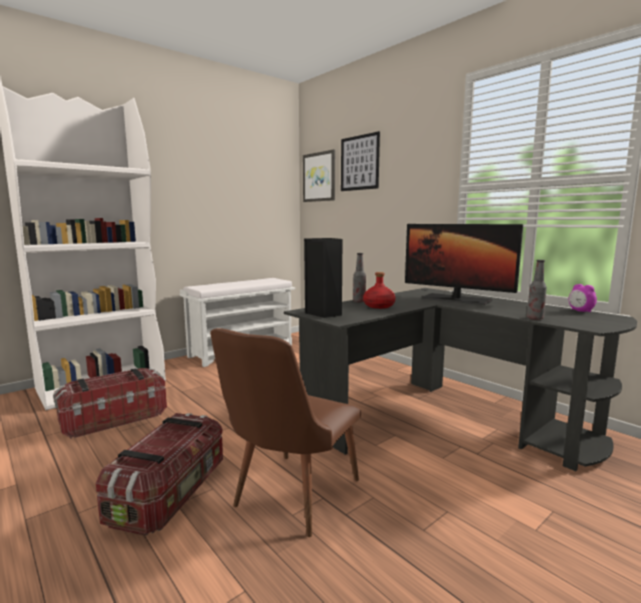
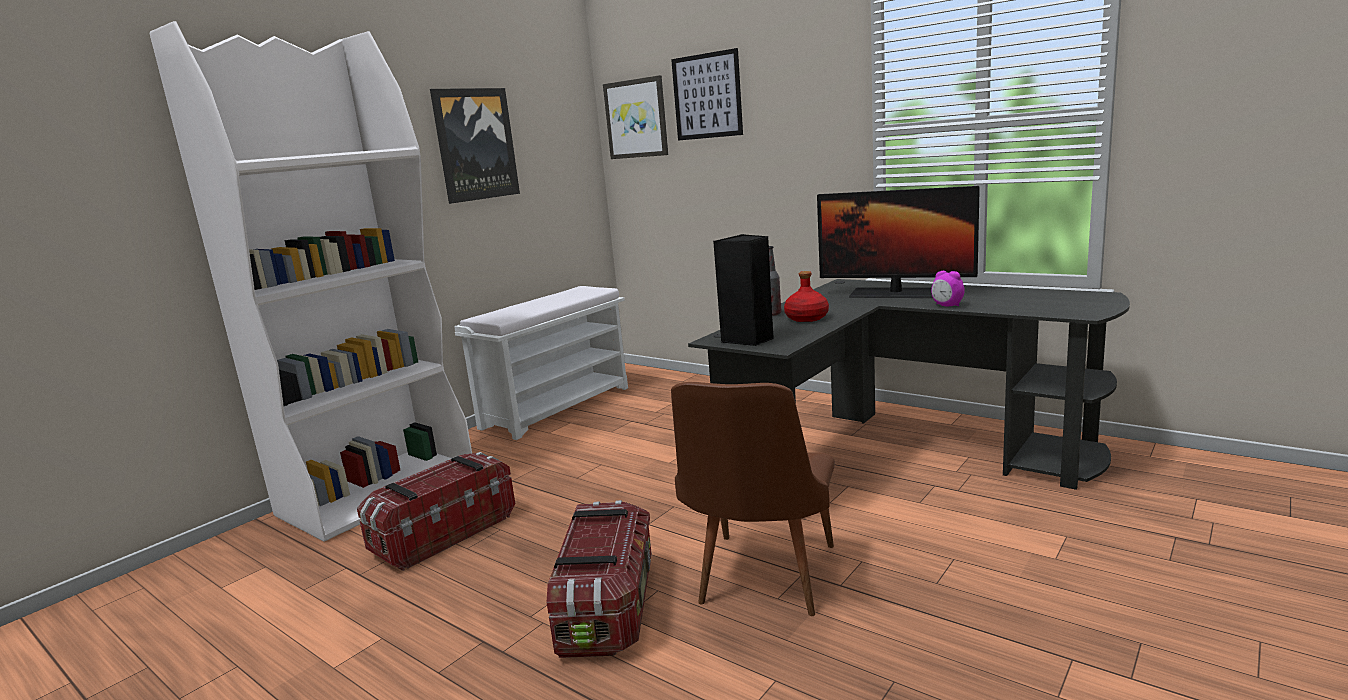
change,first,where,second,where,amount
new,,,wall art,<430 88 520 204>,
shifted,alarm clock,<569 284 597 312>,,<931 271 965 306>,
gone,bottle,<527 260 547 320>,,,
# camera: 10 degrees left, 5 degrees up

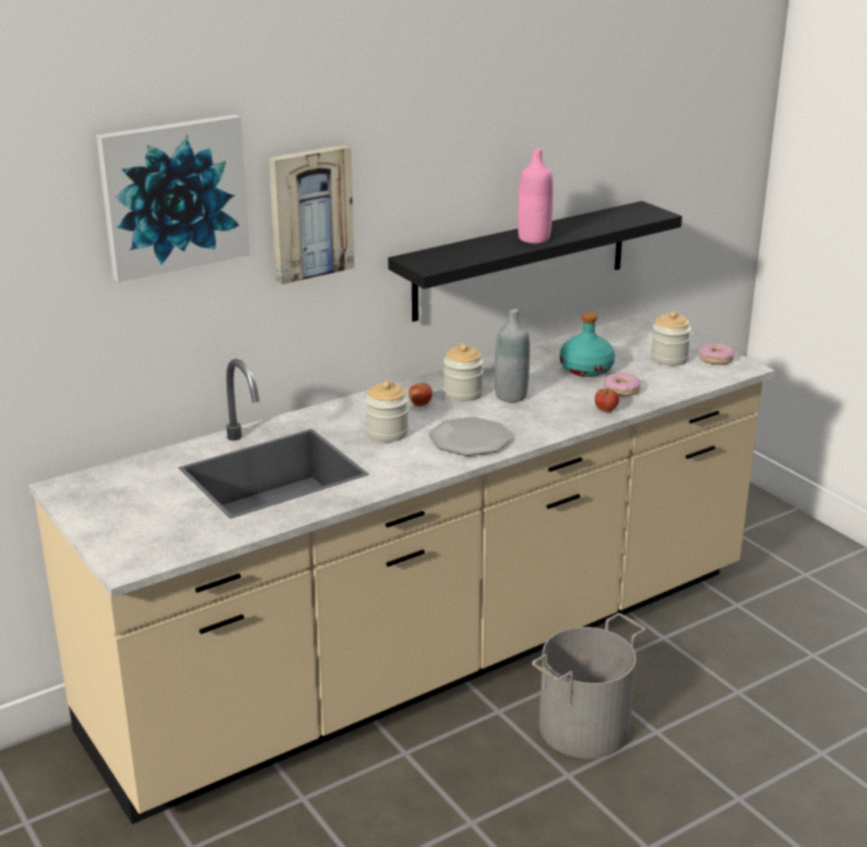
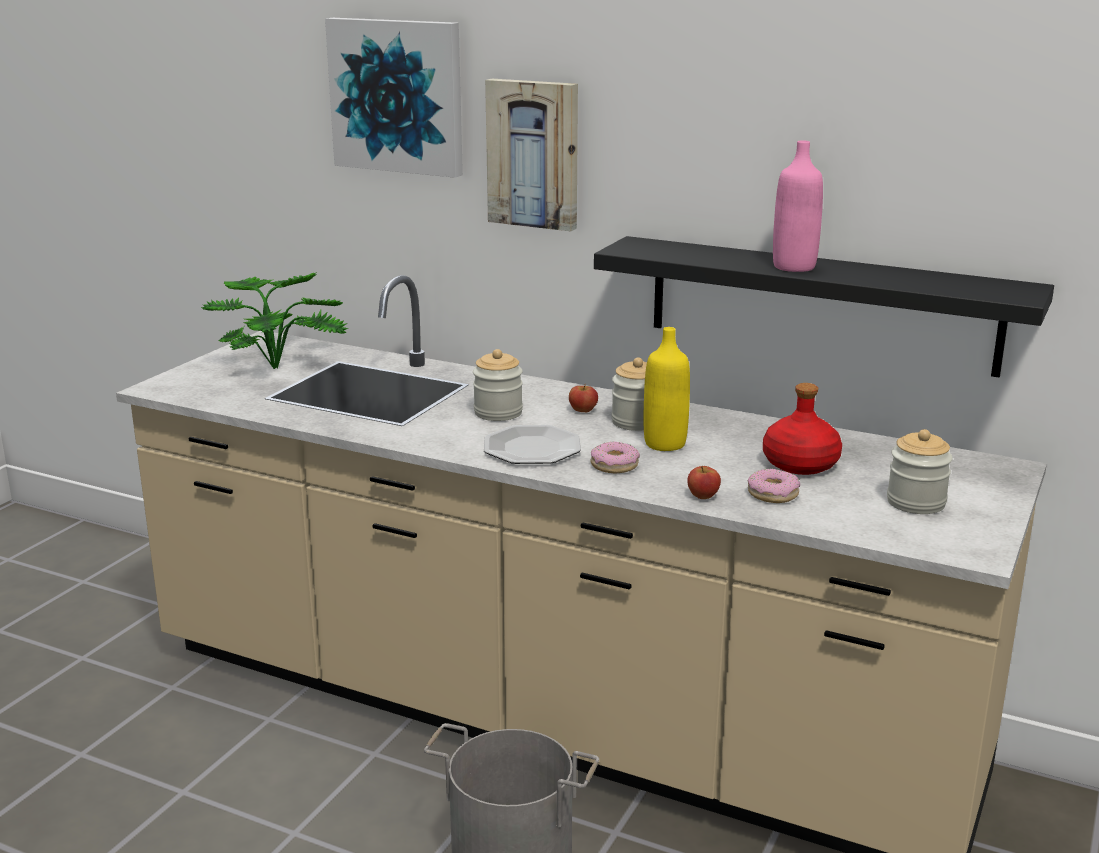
change,first,where,second,where,amount
new,,,houseplant,<201 272 349 369>,
shifted,donut,<699 343 734 365>,,<590 441 640 473>,
repainted,bottle/gray,<495 309 530 402>,bottle/yellowish,<644 327 690 451>,
repainted,bottle/turquoise-coloured,<560 312 615 377>,bottle/reddish,<763 383 842 475>,
# camera: 60 degrees right, 5 degrees down

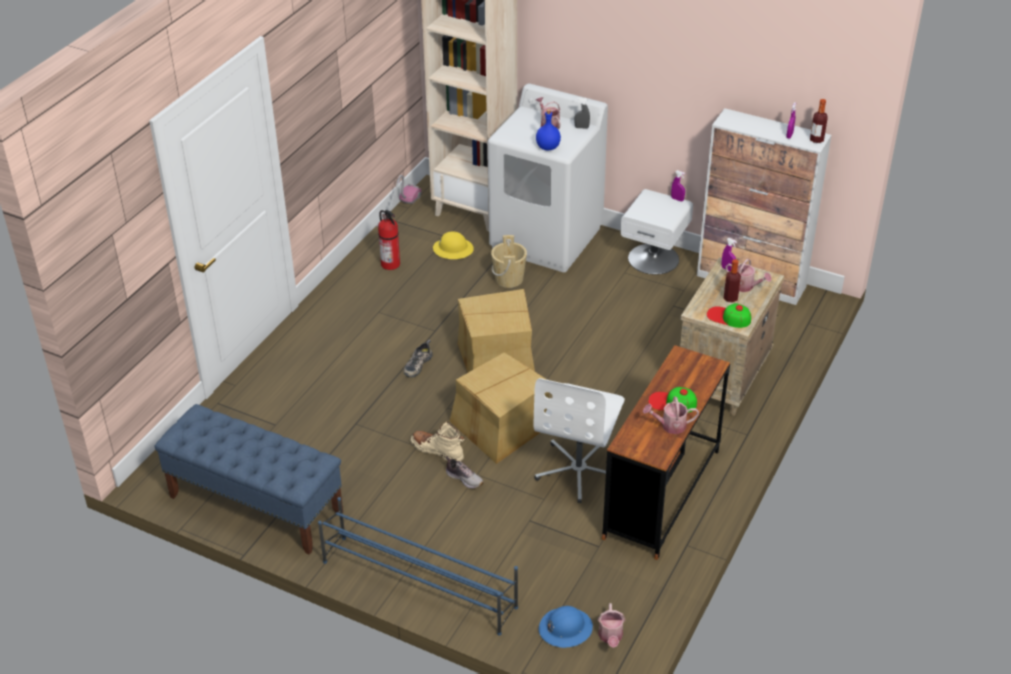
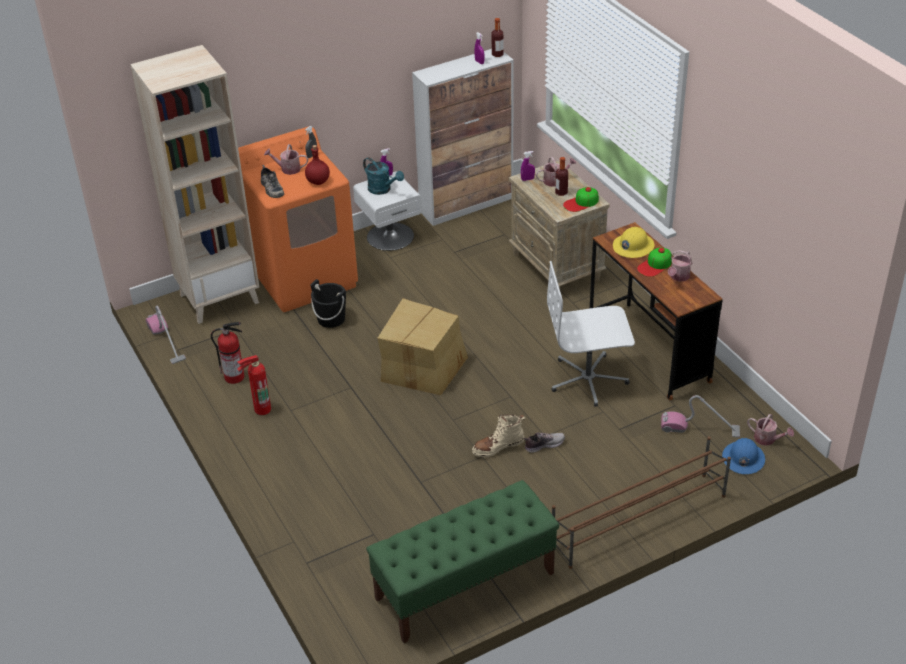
change,first,where,second,where,amount
repainted,washing machine/white,<488 84 608 272>,washing machine/orange,<238 126 358 312>,
new,,,fire extinguisher,<238 355 271 415>,
shifted,low shoe,<404 340 433 377>,,<261 165 284 198>,
repainted,bottle/blue,<536 109 561 150>,bottle/reddish,<305 145 330 185>,
repainted,water bucket/beige,<491 235 527 288>,water bucket/black-coloured,<310 279 346 328>,
new,,,sprinkling can/turquoise-coloured,<363 157 404 195>,
repainted,long seat/blue,<154 404 343 555>,long seat/green,<366 480 559 643>,
rotated,desk chair/white,<534 378 625 503>,,<547 261 635 407>,120 degrees clockwise
repainted,shoe rack/blue,<318 497 518 636>,shoe rack/brownish,<552 436 731 569>,
shifted,hard hat/yellowish,<433 231 474 259>,,<613 227 655 258>,
new,,,vacuum cleaner,<661 395 740 438>,
gone,packing box,<450 352 549 464>,,,
# camera: 55 degrees left, 0 degrees up

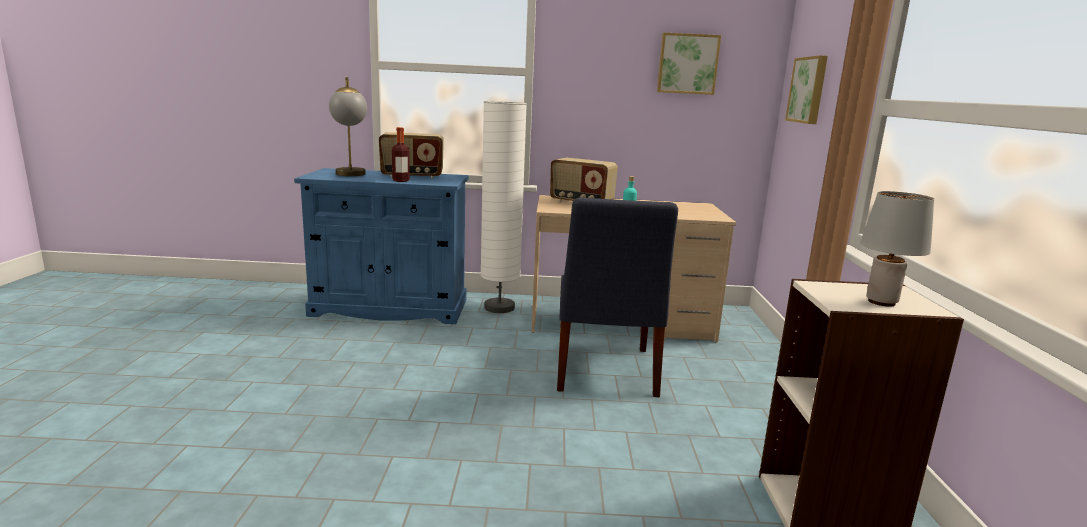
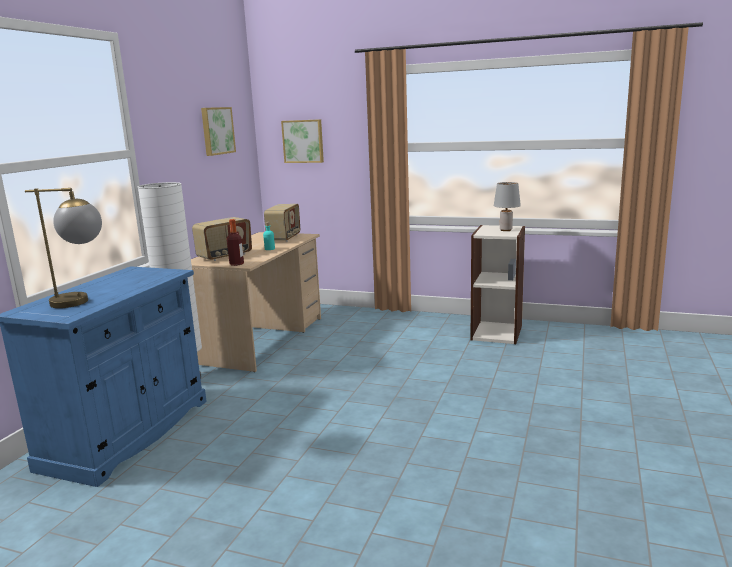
change,first,where,second,where,amount
shifted,bottle,<392 127 410 182>,,<227 219 244 266>,
shifted,radio receiver,<379 132 444 179>,,<264 204 300 242>,
gone,upright chair/blue,<557 197 678 397>,,,
# camera: 70 degrees left, 0 degrees up

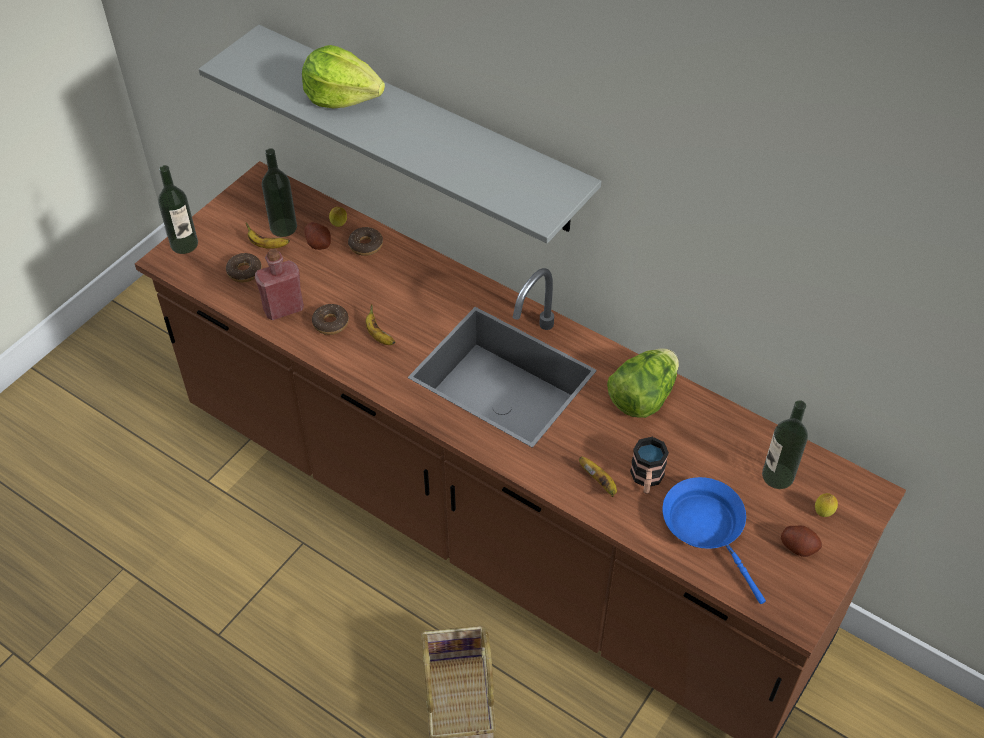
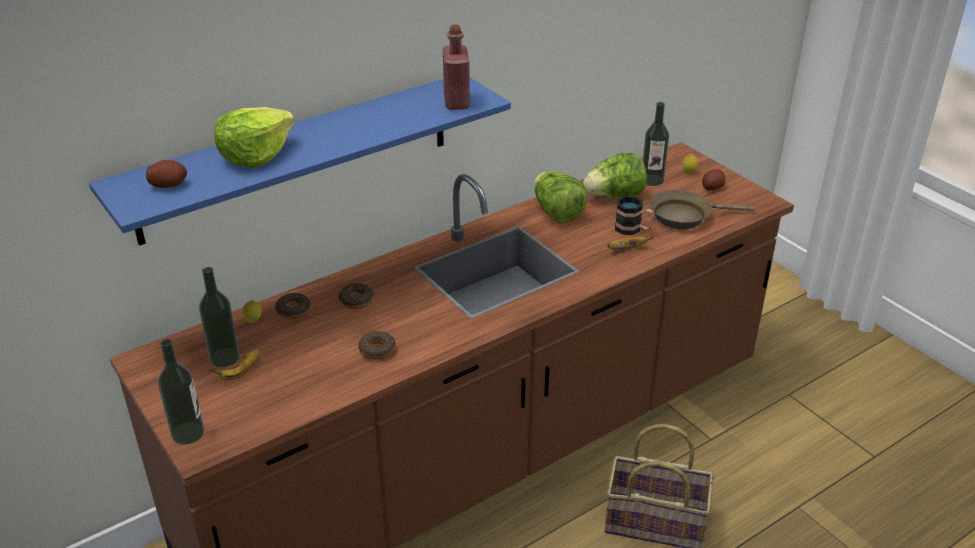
change,first,where,second,where,amount
repainted,wall shelf/gray,<199 25 601 244>,wall shelf/blue,<89 77 511 246>,
shifted,whole potato,<304 222 331 250>,,<146 160 187 188>,
shifted,donut,<226 253 262 282>,,<339 283 374 309>,
shifted,bottle/reddish,<255 249 304 320>,,<443 24 470 110>,
new,,,head of lettuce,<583 153 647 198>,
repainted,pan/blue,<662 477 766 604>,pan/brownish,<649 190 755 229>,
gone,banana,<366 304 395 345>,,,
# camera: 70 degrees left, 15 degrees down

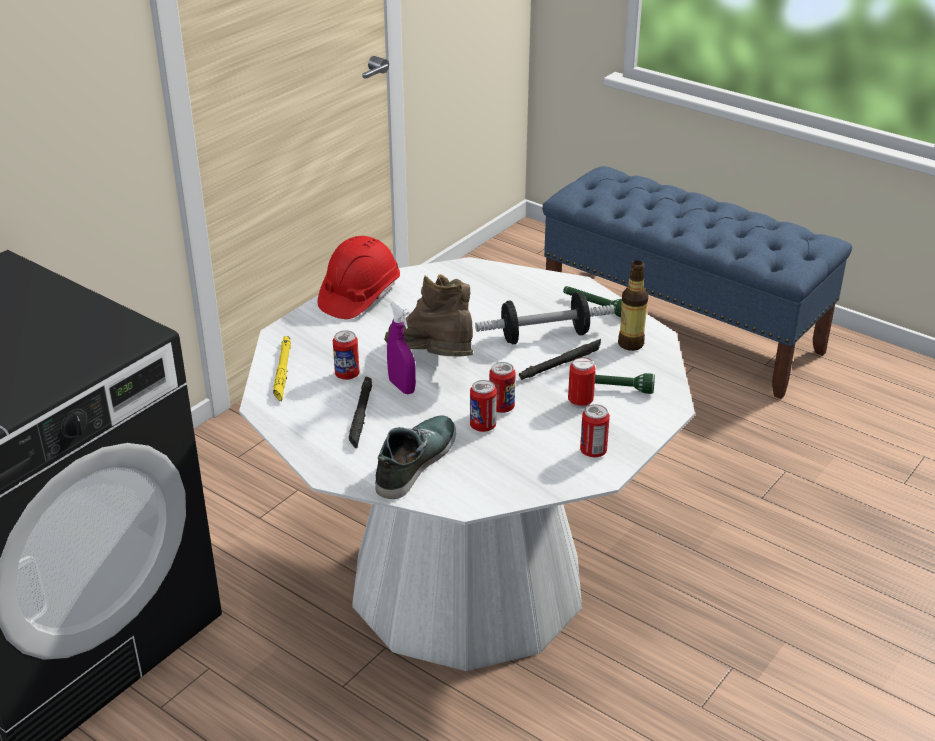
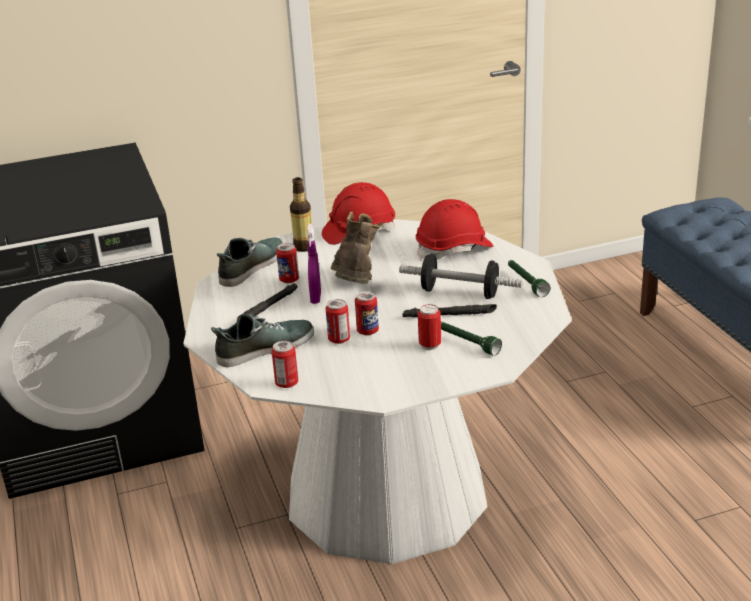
change,first,where,second,where,amount
swapped,flashlight/yellowish,<273 336 291 401>,low shoe,<217 237 283 287>,
shifted,can,<580 404 610 457>,,<271 341 298 388>,
shifted,bottle,<618 260 648 351>,,<290 177 312 252>,
new,,,hard hat/reddish,<416 199 493 261>,
# camera: 35 degrees right, 5 degrees down

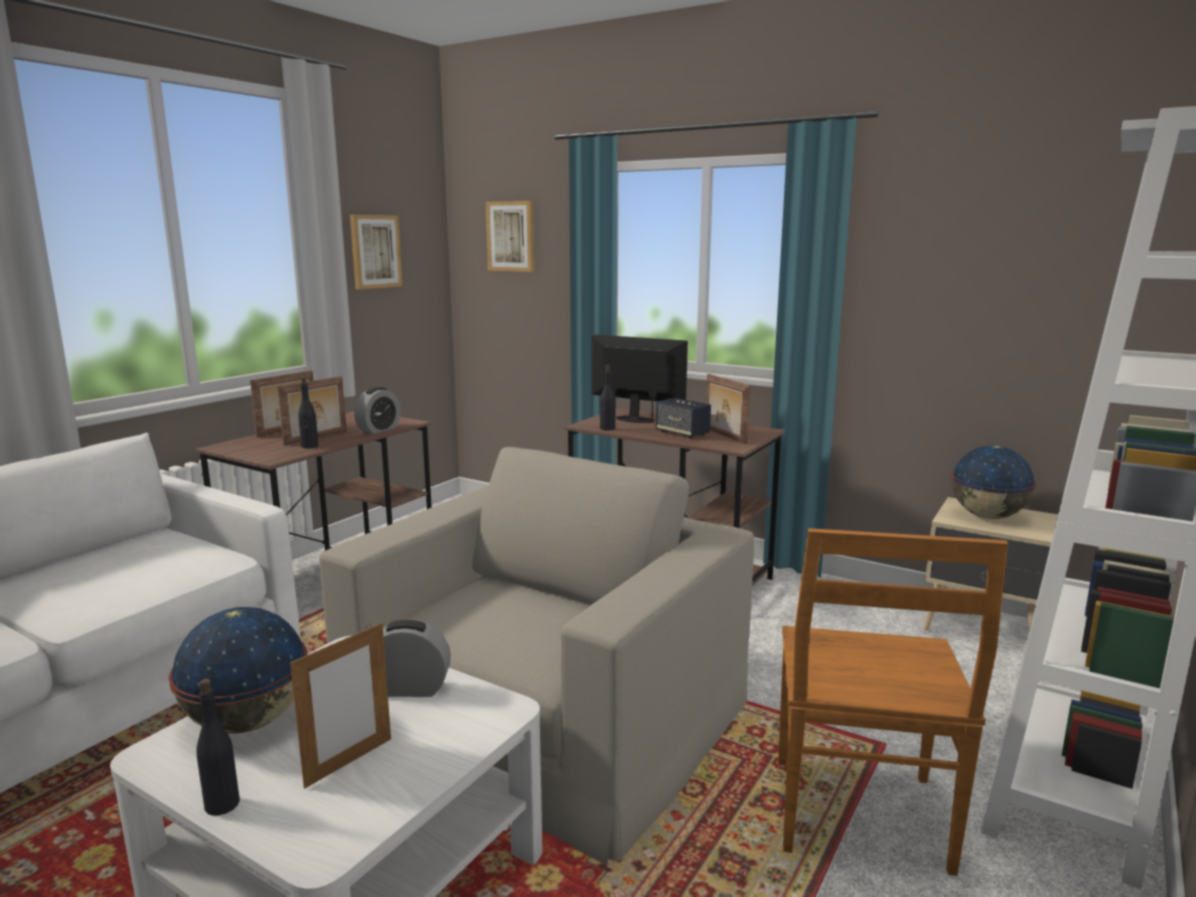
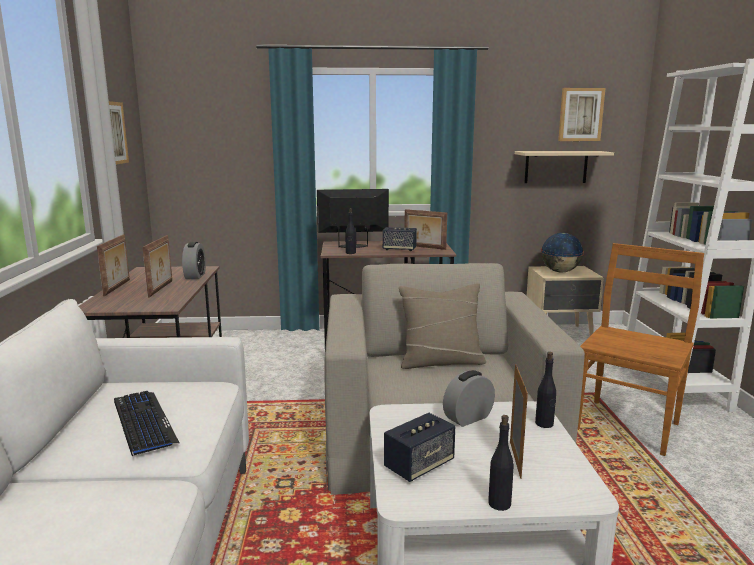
change,first,where,second,where,amount
new,,,keyboard,<114 391 180 456>,
swapped,desk globe,<169 607 307 734>,audio speaker,<384 413 455 482>,
new,,,cushion/beige,<399 283 486 369>,
new,,,wall shelf/beige,<515 151 614 183>,
shifted,bottle/black-coloured,<298 377 319 449>,,<535 352 556 428>,
shifted,wall art,<486 201 534 272>,,<558 88 605 141>,
rotated,upright chair/brownish,<778 528 1008 876>,,<578 243 704 456>,120 degrees counterclockwise
# camera: 35 degrees left, 0 degrees up

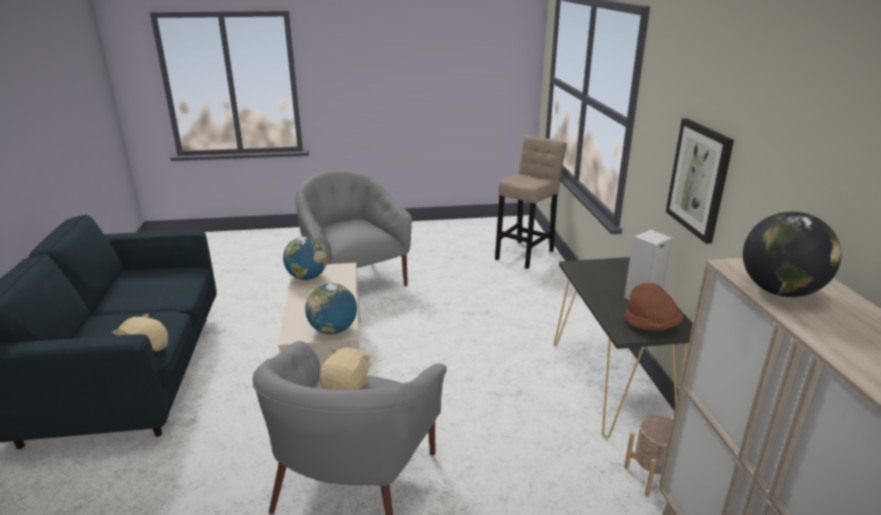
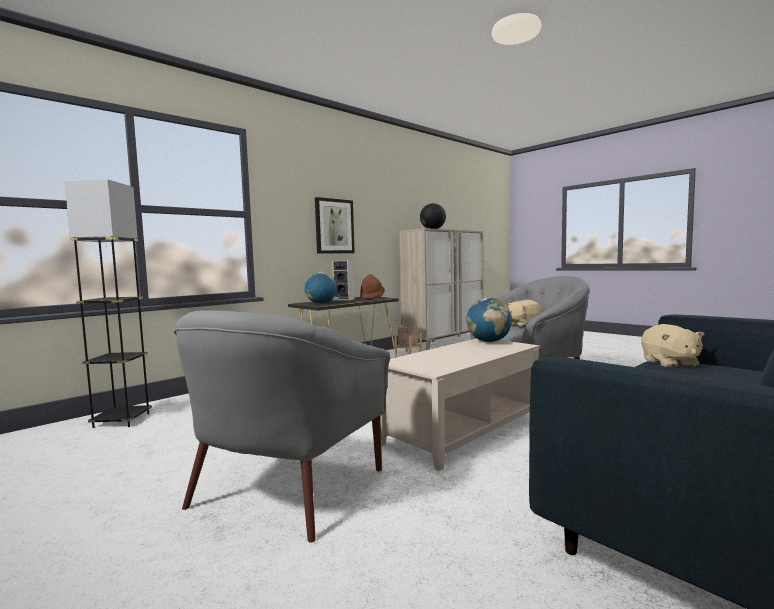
change,first,where,second,where,amount
swapped,sitting stool/beige,<495 136 567 269>,standard lamp/gray,<65 180 152 428>,
shifted,desk globe,<283 236 328 280>,,<304 272 337 304>,
# camera: 125 degrees left, 20 degrees down

